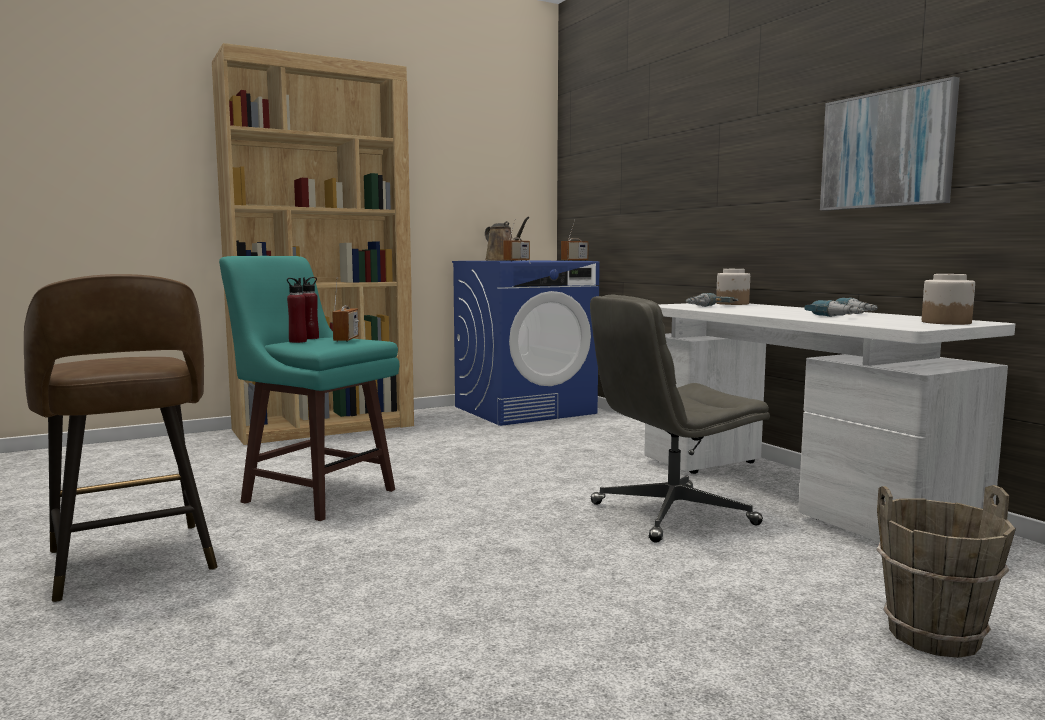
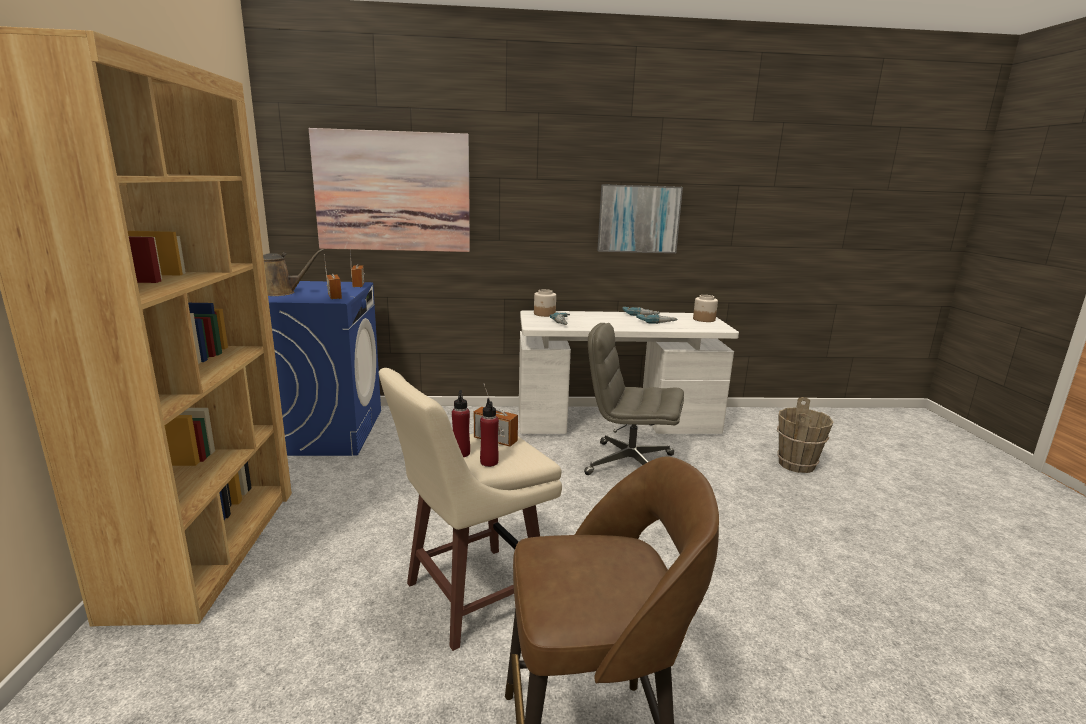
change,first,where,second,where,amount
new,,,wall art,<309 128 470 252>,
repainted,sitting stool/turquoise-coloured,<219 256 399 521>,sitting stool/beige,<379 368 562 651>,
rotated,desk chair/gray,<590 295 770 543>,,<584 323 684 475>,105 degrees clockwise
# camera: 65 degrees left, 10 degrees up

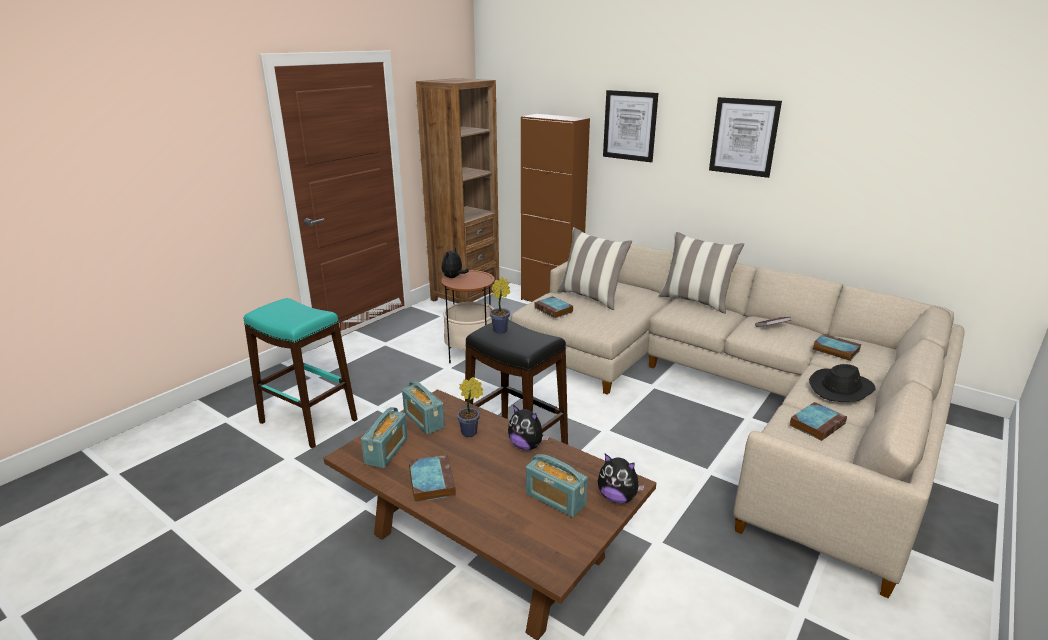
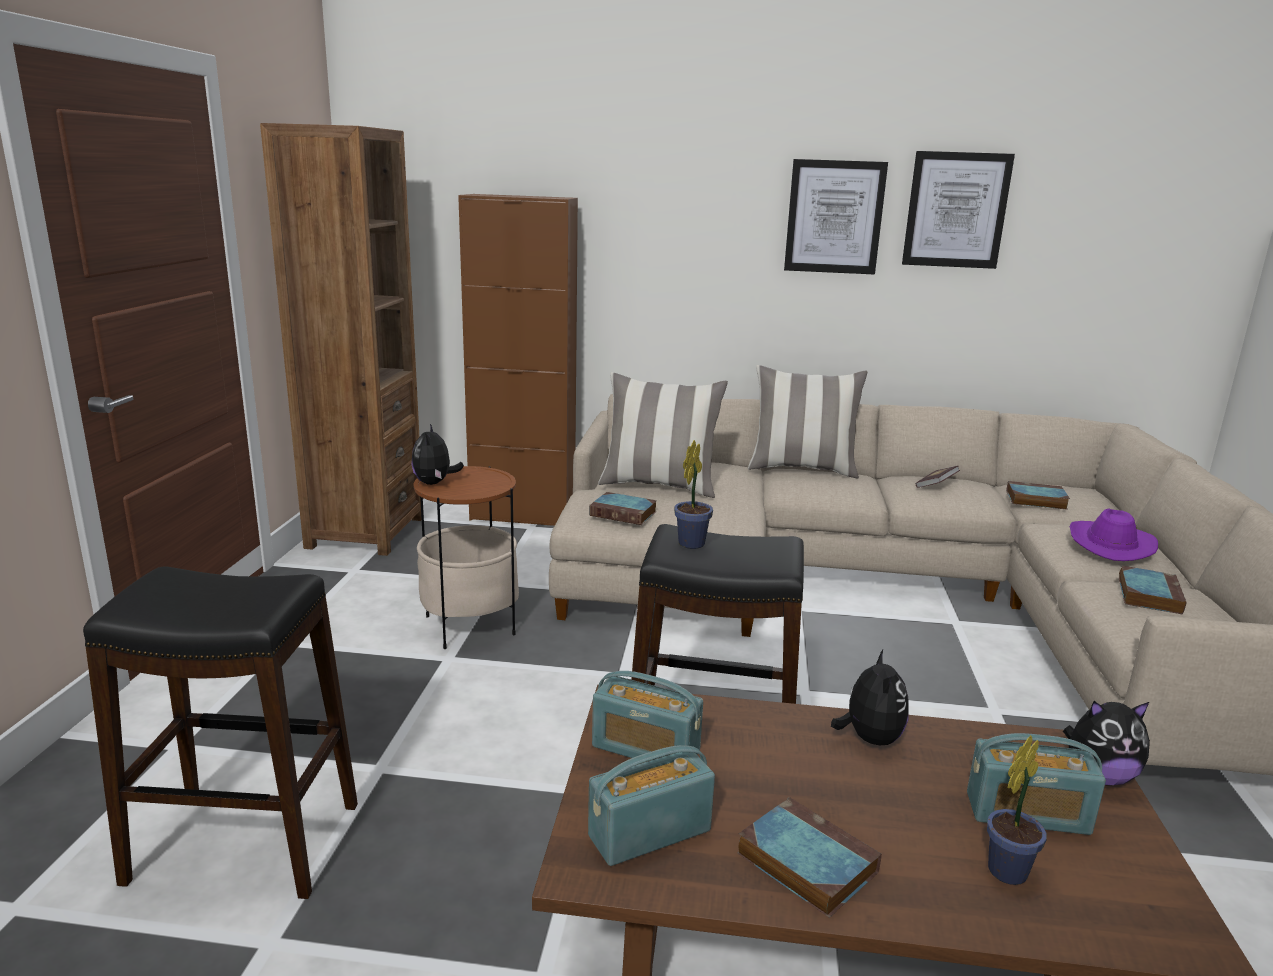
change,first,where,second,where,amount
repainted,sitting stool/turquoise-coloured,<243 298 358 448>,sitting stool/black-coloured,<83 566 358 899>,
rotated,radio receiver,<361 407 408 468>,,<588 745 715 866>,105 degrees counterclockwise
rotated,soft toy,<508 405 549 450>,,<831 650 909 745>,90 degrees counterclockwise
shifted,wall art,<603 90 658 162>,,<902 151 1015 269>,
shifted,houseplant,<457 377 483 437>,,<987 735 1047 885>,
repainted,clothing hat/black-coloured,<809 364 876 402>,clothing hat/purplish,<1070 509 1158 561>,
# camera: 30 degrees left, 5 degrees down

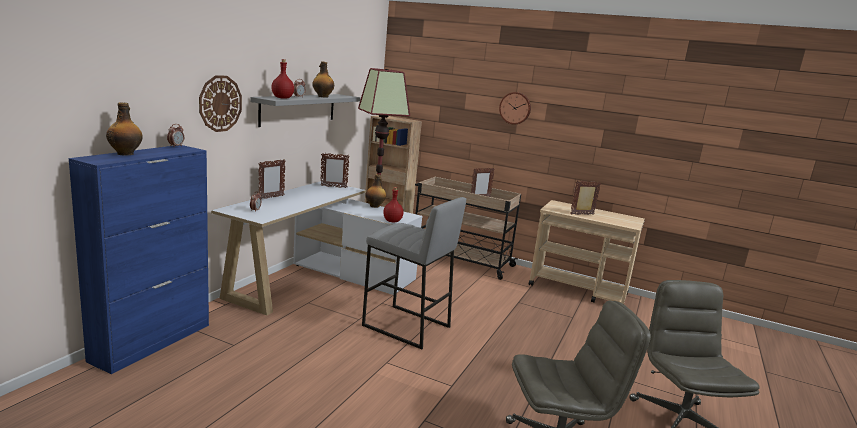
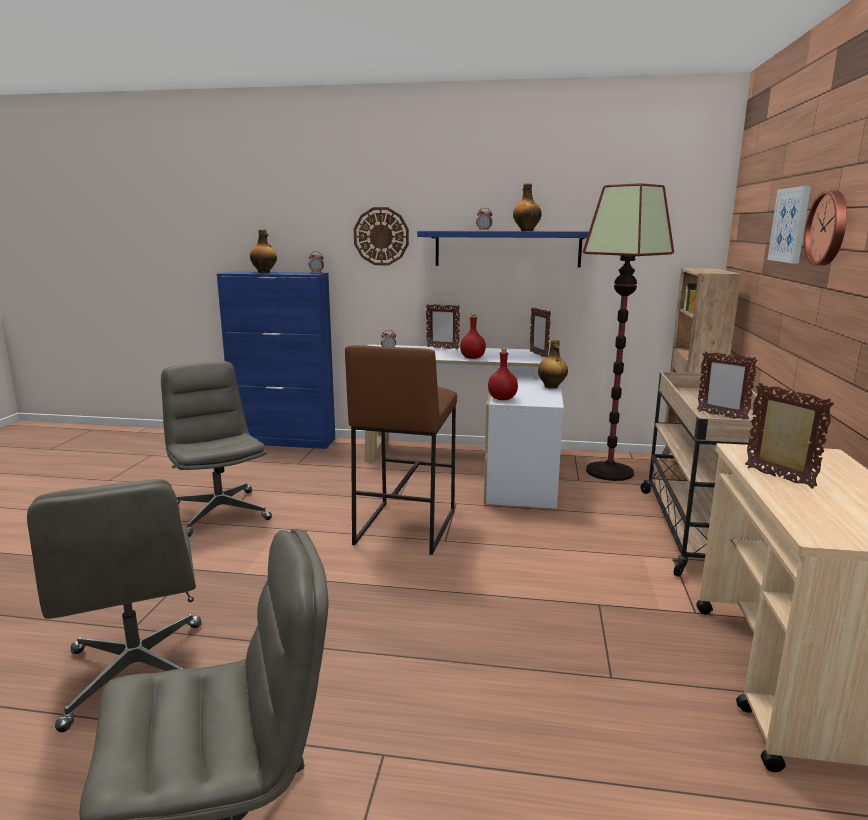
change,first,where,second,where,amount
new,,,desk chair/gray,<161 361 272 537>,
repainted,sitting stool/gray,<362 197 466 349>,sitting stool/brownish,<345 345 457 555>,
repainted,wall shelf/gray,<251 94 360 127>,wall shelf/blue,<417 231 589 267>,
shifted,bottle/reddish,<271 59 294 99>,,<460 313 486 359>,
new,,,wall art,<768 186 811 264>,
# camera: 75 degrees right, 0 degrees up

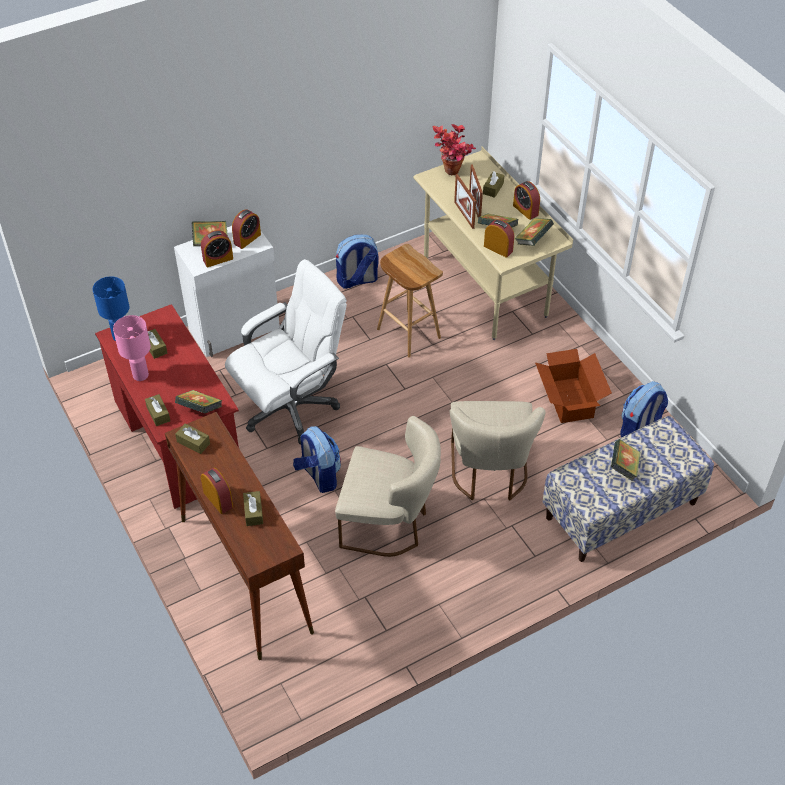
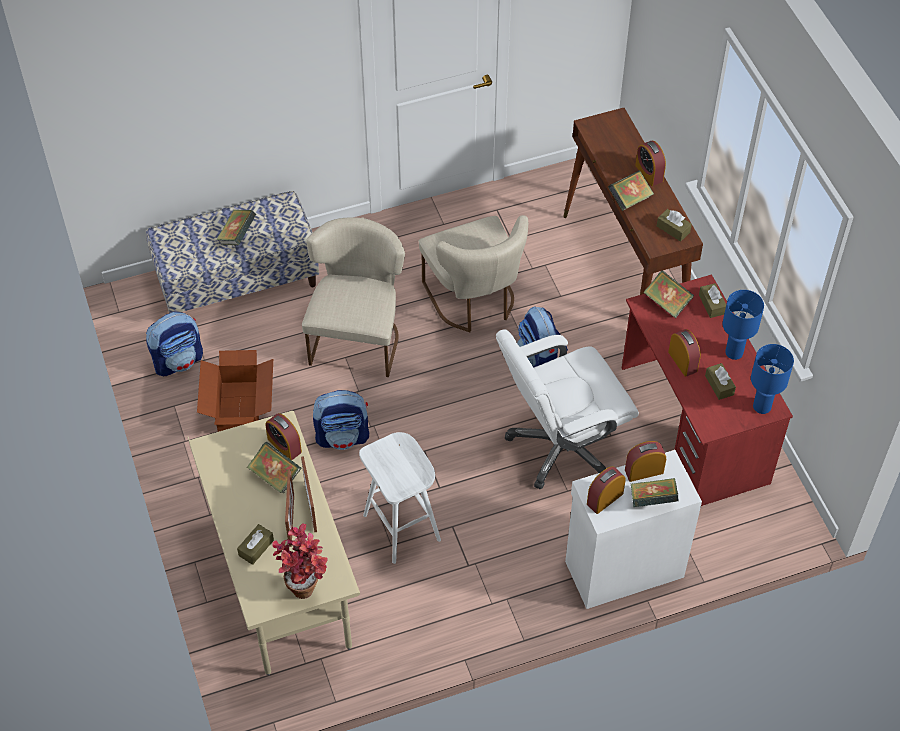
change,first,where,second,where,amount
shifted,backpack,<336 235 379 289>,,<313 390 369 450>,
repainted,sitting stool/brownish,<377 244 443 358>,sitting stool/white,<359 432 441 564>,
rotated,upright chair/beige,<335 416 441 557>,,<419 215 528 332>,135 degrees counterclockwise
shifted,book,<515 218 554 246>,,<608 170 654 211>,
shifted,alarm clock,<513 181 540 220>,,<668 329 701 377>,
repainted,lamp for a table/pink,<113 315 151 381>,lamp for a table/blue,<723 290 764 360>,
gone,box of tissues/brownish,<243 491 263 526>,,,
# camera: 170 degrees left, 5 degrees up

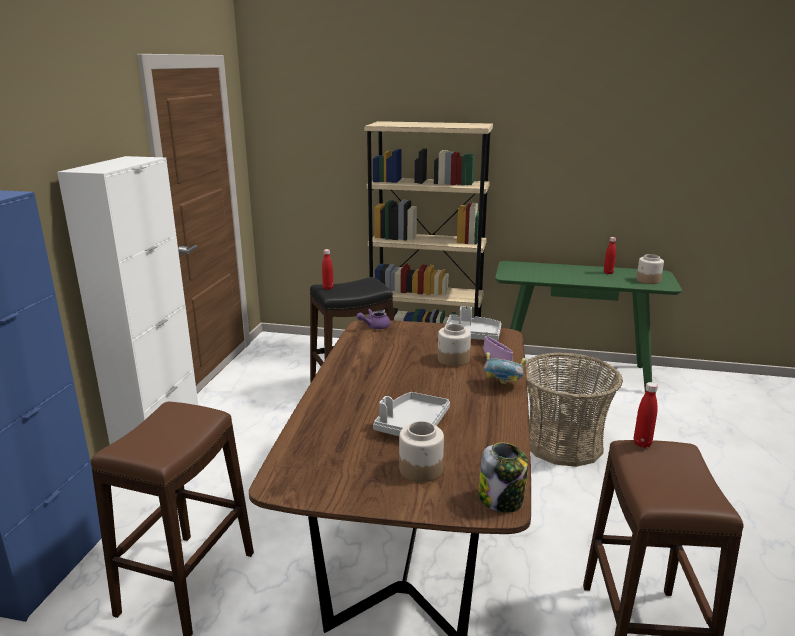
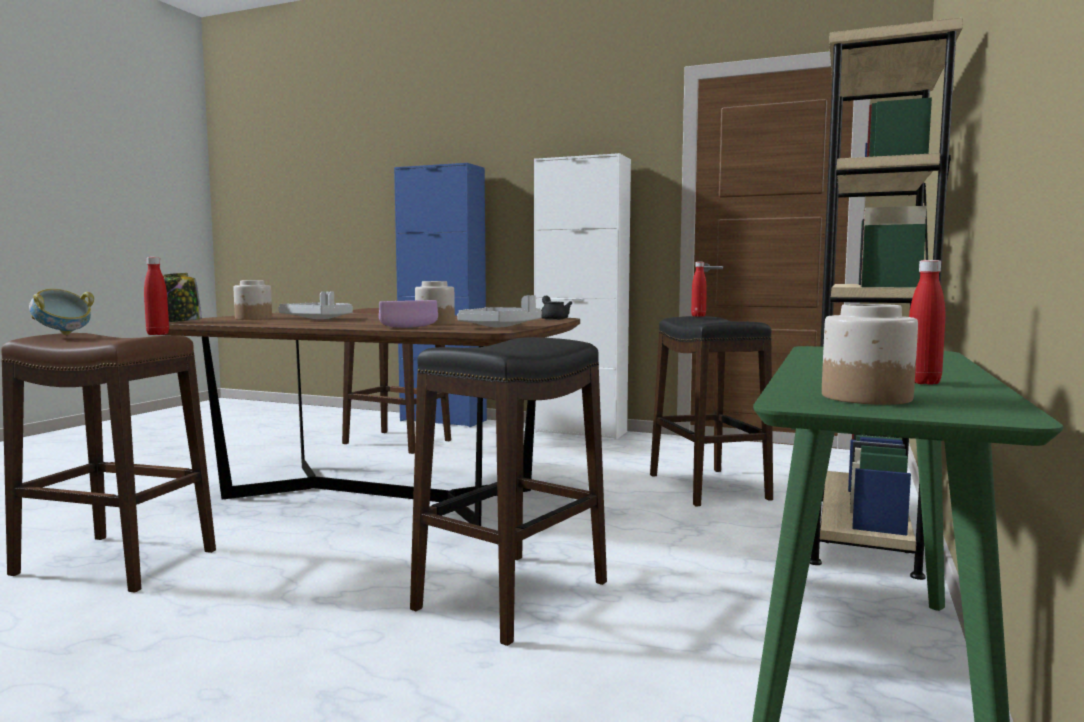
change,first,where,second,where,amount
shifted,deep dish,<484 352 526 384>,,<29 289 94 335>,
swapped,basket,<526 352 623 467>,sitting stool/black-coloured,<410 337 607 646>,
repainted,teapot/purplish,<357 309 391 329>,teapot/black-coloured,<541 296 572 320>,
# camera: 100 degrees right, 15 degrees down

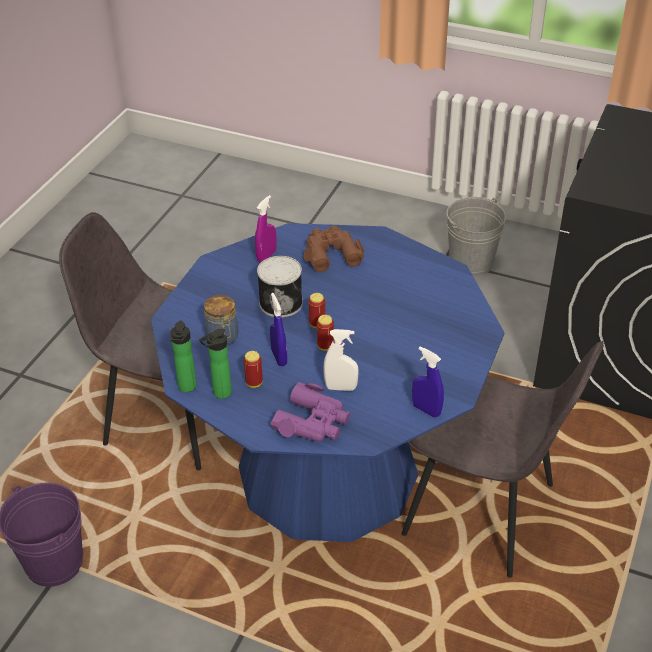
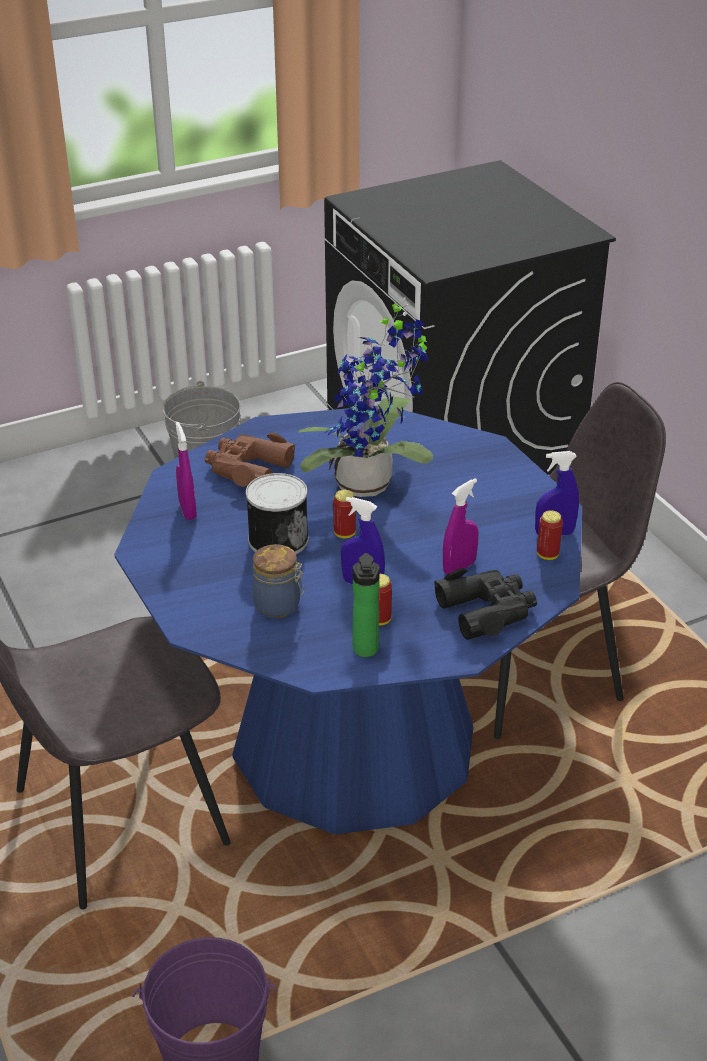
change,first,where,second,where,amount
new,,,houseplant,<298 297 433 497>,
repainted,pair of binoculars/purplish,<271 382 350 442>,pair of binoculars/black-coloured,<434 568 537 640>,
repainted,sprayer/white,<323 329 359 391>,sprayer/purplish,<443 478 478 575>,
shifted,can,<317 315 334 351>,,<537 510 563 560>,
gone,bottle,<170 320 197 392>,,,
# camera: 50 degrees left, 5 degrees down

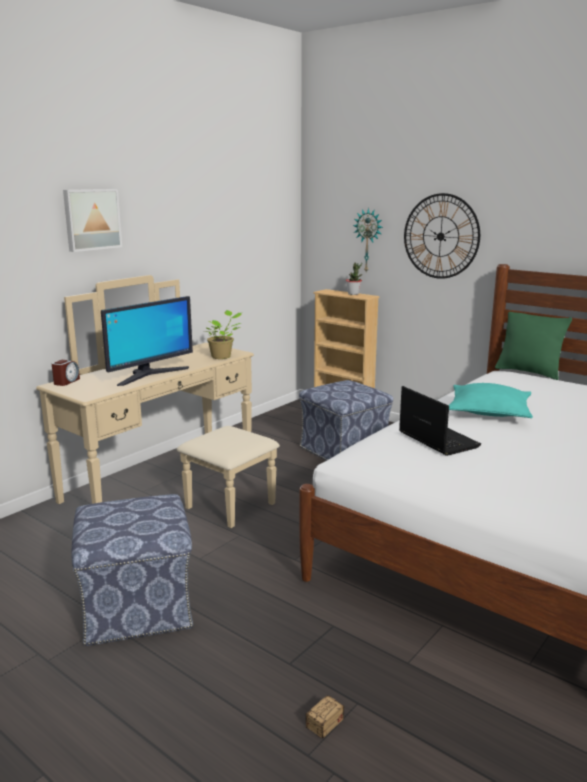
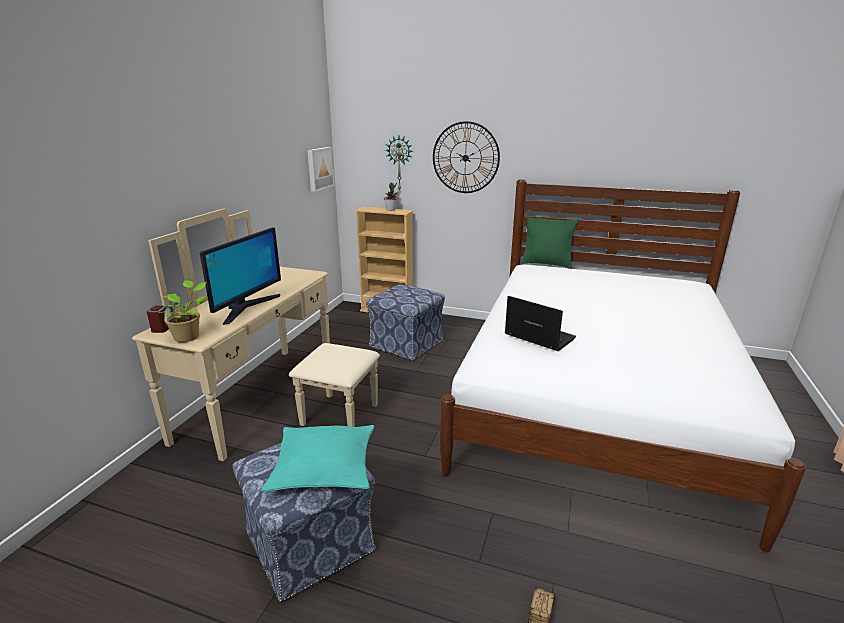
change,first,where,second,where,amount
shifted,houseplant,<205 310 242 359>,,<159 280 207 342>,
shifted,cushion/turquoise-coloured,<449 383 533 418>,,<261 425 374 492>,
shifted,wall art,<63 189 122 252>,,<307 147 334 192>,
# camera: 20 degrees left, 5 degrees up

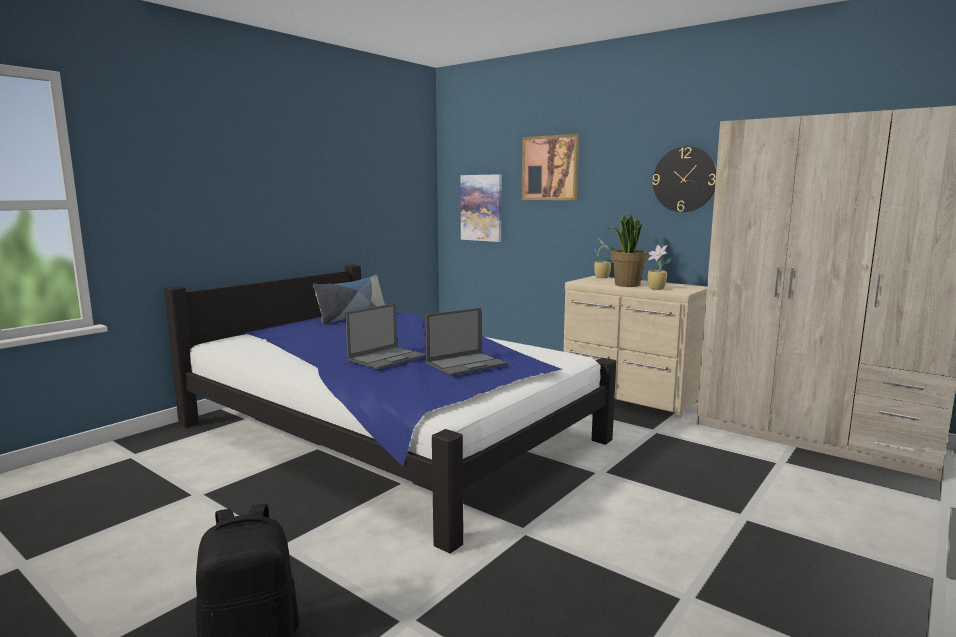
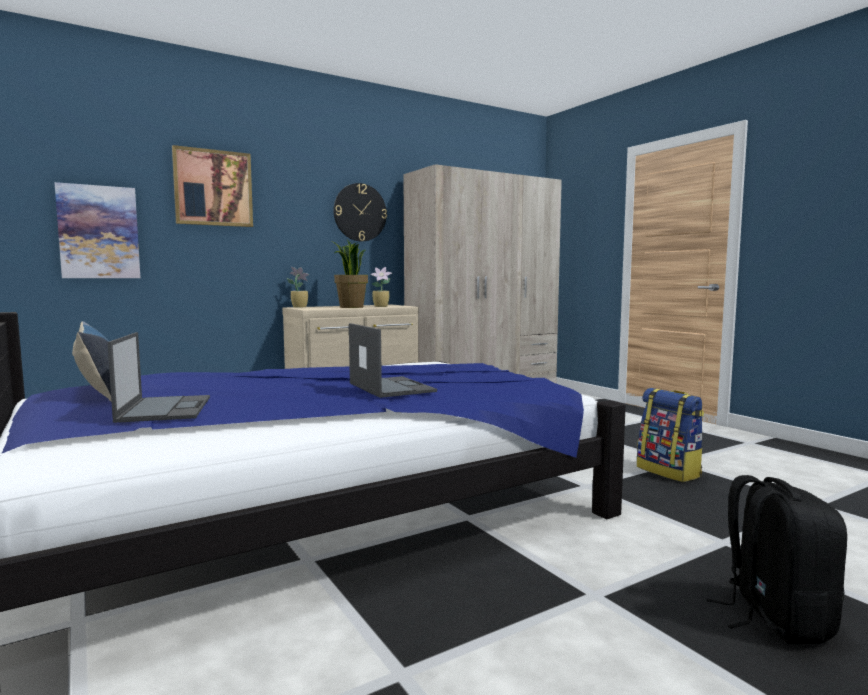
change,first,where,second,where,amount
shifted,notebook computer,<426 308 507 376>,,<107 332 210 423>,
new,,,backpack,<637 388 704 482>,
# camera: 70 degrees left, 5 degrees down

